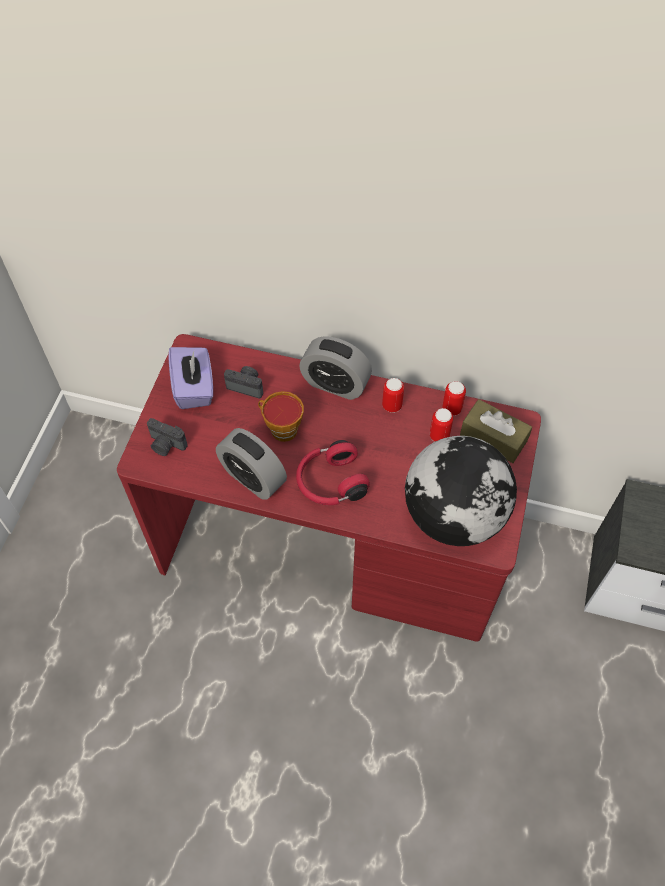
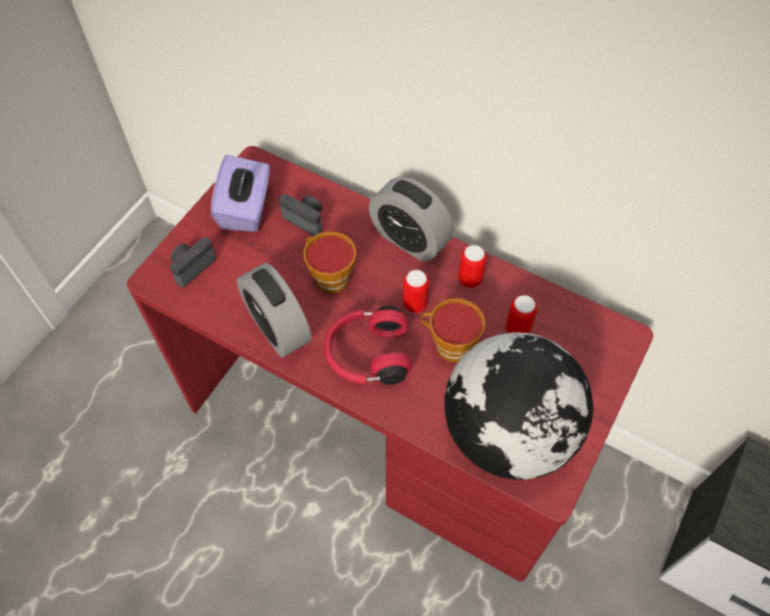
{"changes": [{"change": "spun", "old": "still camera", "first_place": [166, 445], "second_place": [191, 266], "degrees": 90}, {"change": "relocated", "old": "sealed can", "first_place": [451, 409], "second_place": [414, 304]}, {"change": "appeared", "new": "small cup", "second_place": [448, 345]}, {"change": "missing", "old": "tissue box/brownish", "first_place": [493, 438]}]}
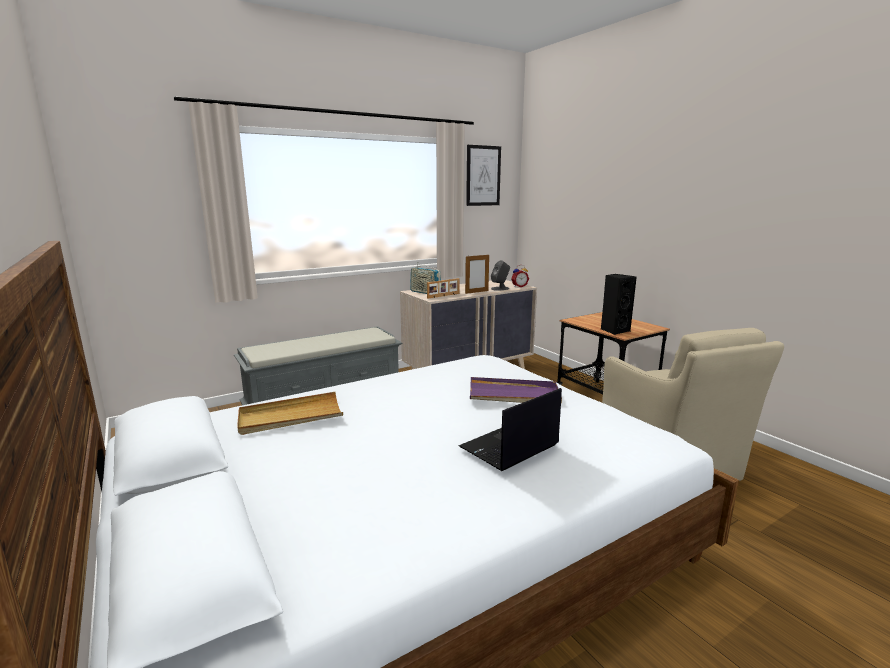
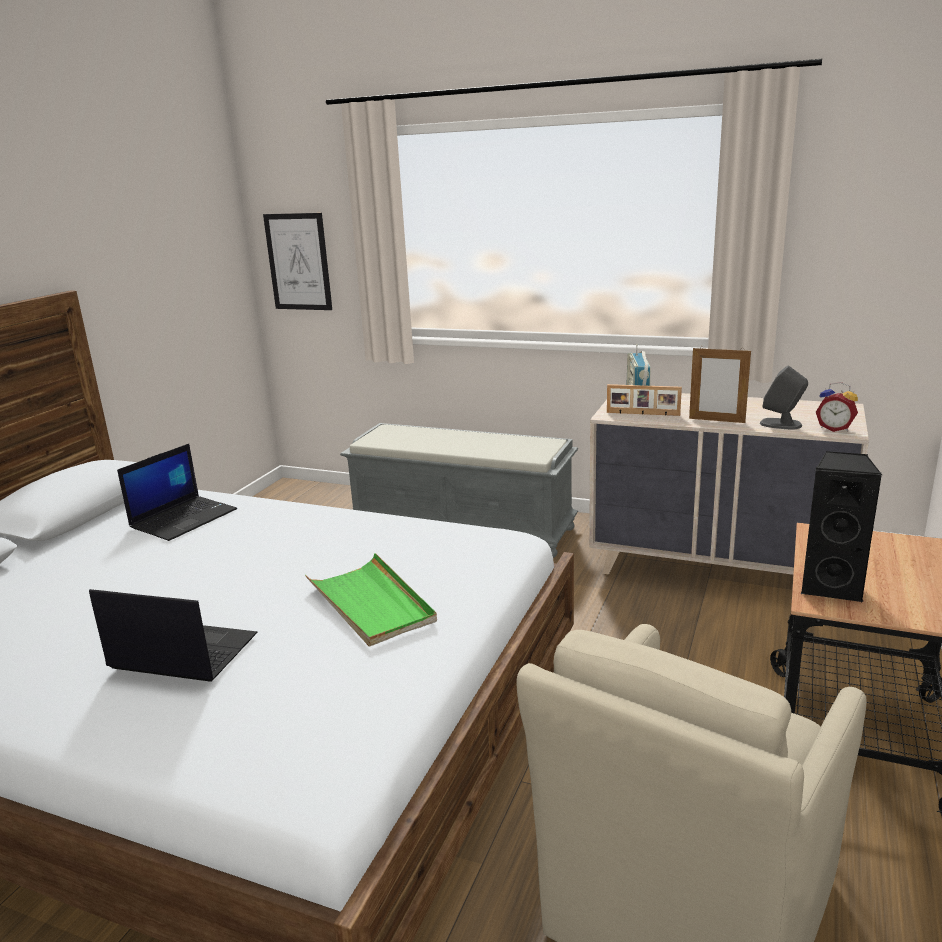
{"changes": [{"change": "exchanged", "old": "carrying tray/sand-coloured", "new": "laptop", "first_place": [290, 417], "second_place": [184, 518]}, {"change": "relocated", "old": "wall art", "first_place": [483, 176], "second_place": [298, 262]}, {"change": "colour", "old": "carrying tray/purple-coloured", "new": "carrying tray/greenish", "first_place": [514, 395], "second_place": [371, 603]}]}
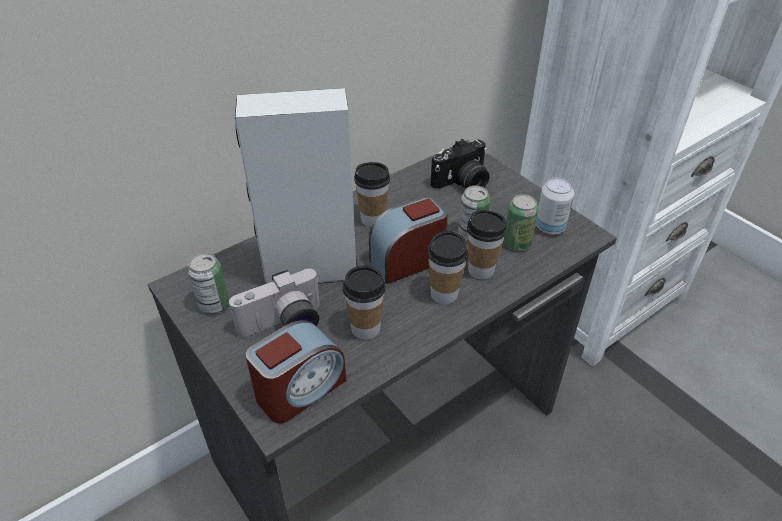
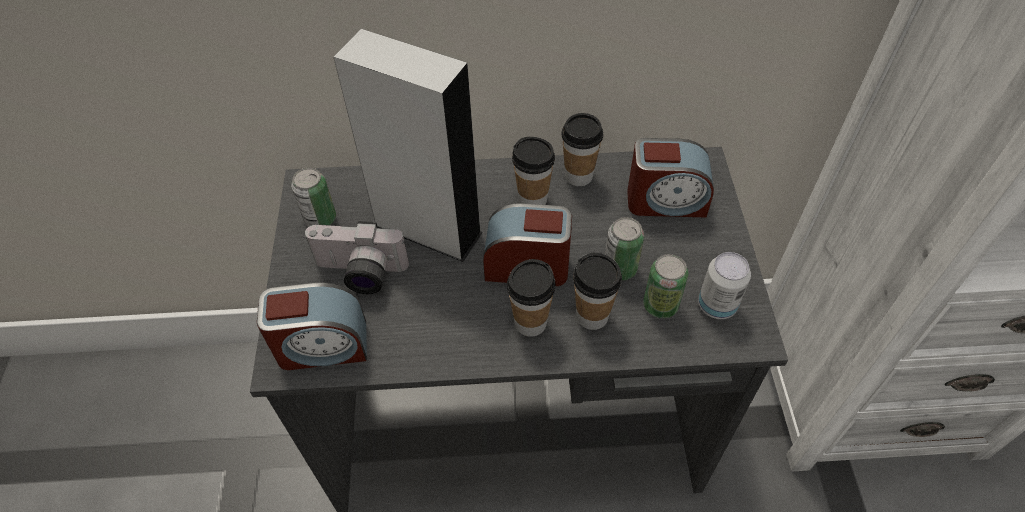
{"changes": [{"change": "relocated", "old": "small cup", "first_place": [365, 328], "second_place": [578, 176]}, {"change": "exchanged", "old": "still camera", "new": "table clock", "first_place": [462, 183], "second_place": [666, 201]}]}
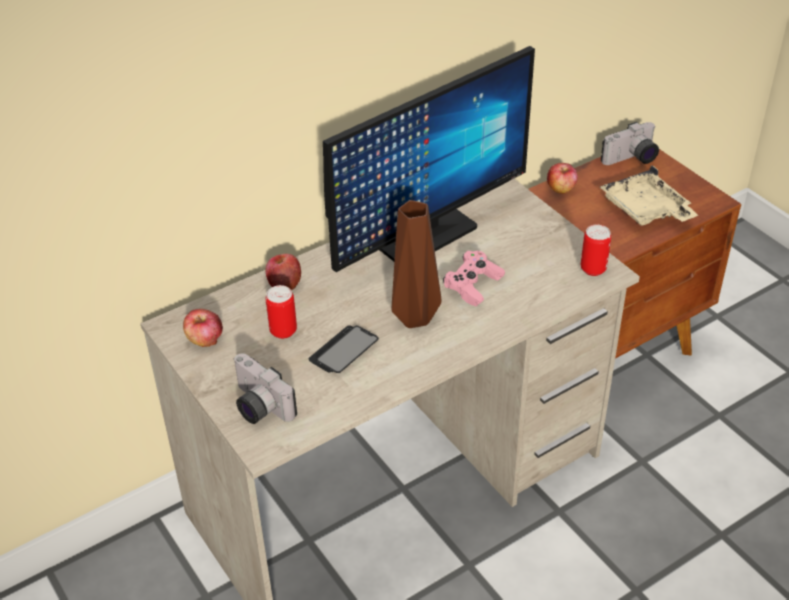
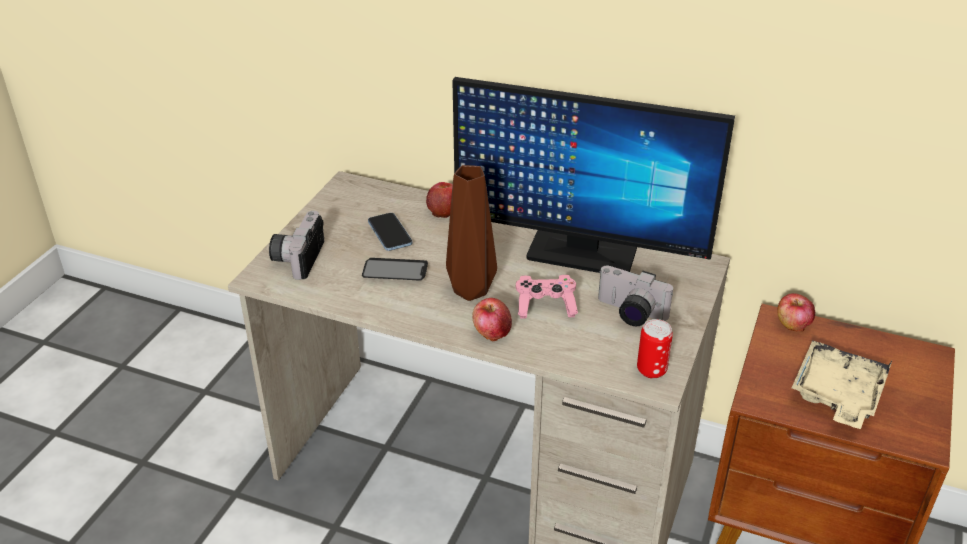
{"changes": [{"change": "exchanged", "old": "sealed can", "new": "handset", "first_place": [283, 331], "second_place": [390, 233]}, {"change": "relocated", "old": "apple", "first_place": [205, 339], "second_place": [492, 332]}, {"change": "relocated", "old": "still camera", "first_place": [631, 159], "second_place": [629, 313]}]}
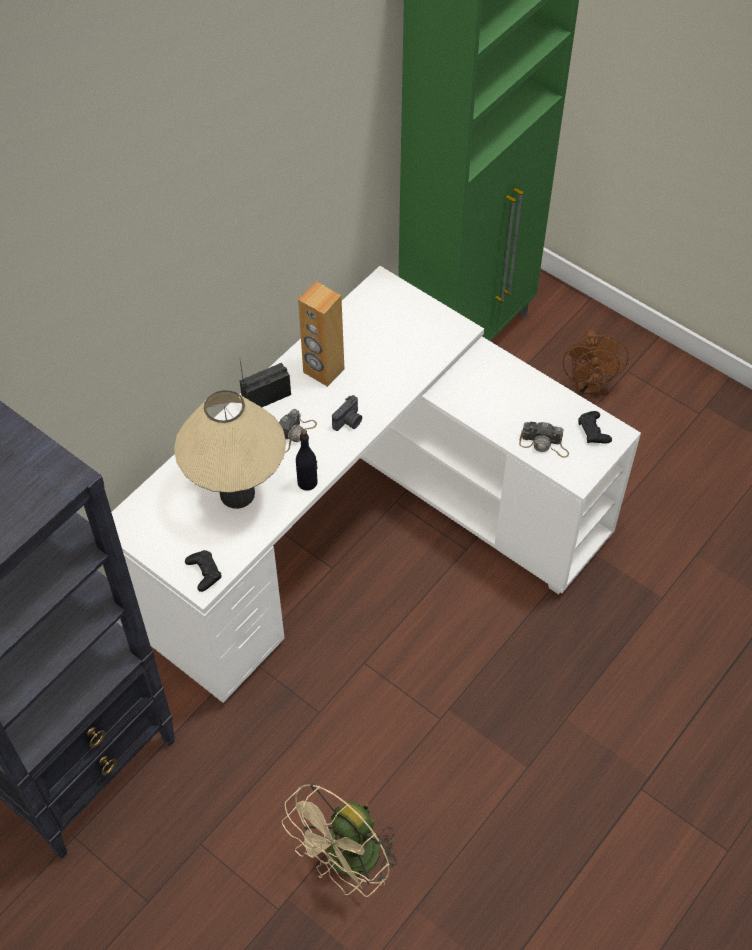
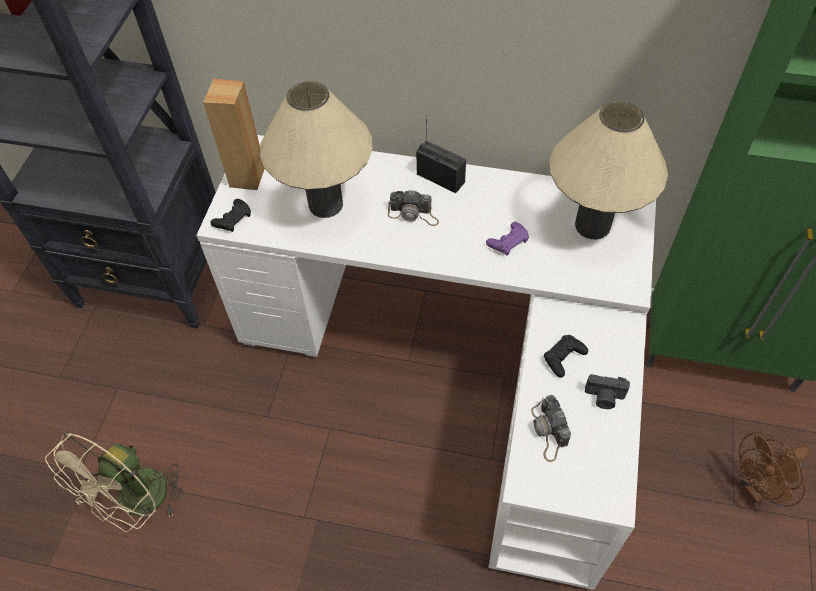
{"changes": [{"change": "spun", "old": "electric fan/sand-coloured", "first_place": [346, 863], "second_place": [137, 503], "degrees": -75}, {"change": "relocated", "old": "speaker/brownish", "first_place": [323, 371], "second_place": [246, 177]}, {"change": "appeared", "new": "gamepad/purple-coloured", "second_place": [508, 242]}, {"change": "relocated", "old": "gamepad/black", "first_place": [593, 431], "second_place": [563, 358]}, {"change": "appeared", "new": "tabletop lamp/sand-coloured", "second_place": [592, 225]}, {"change": "relocated", "old": "still camera", "first_place": [349, 421], "second_place": [604, 398]}, {"change": "missing", "old": "drink bottle/black", "first_place": [307, 482]}]}
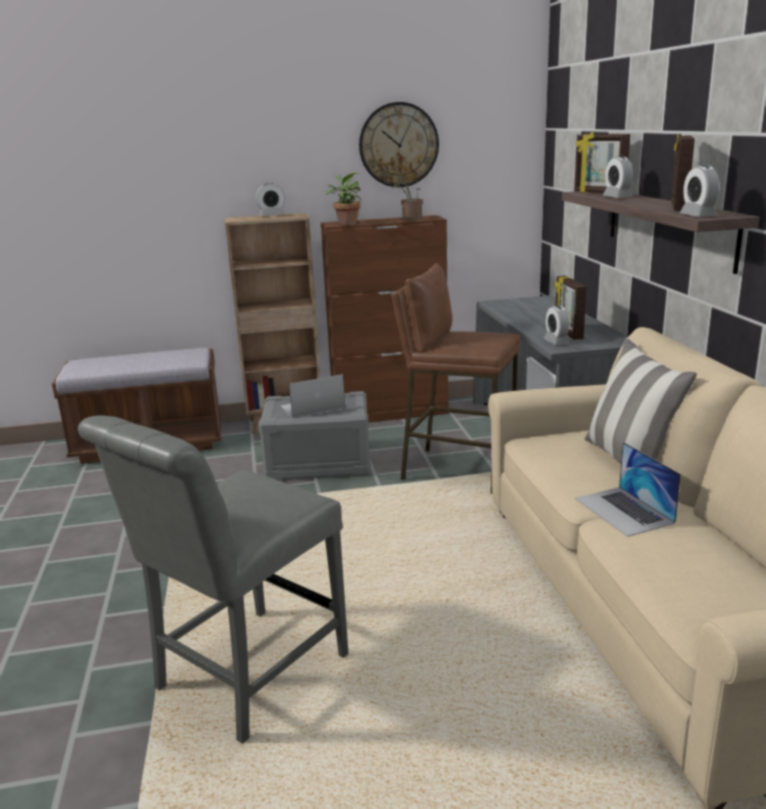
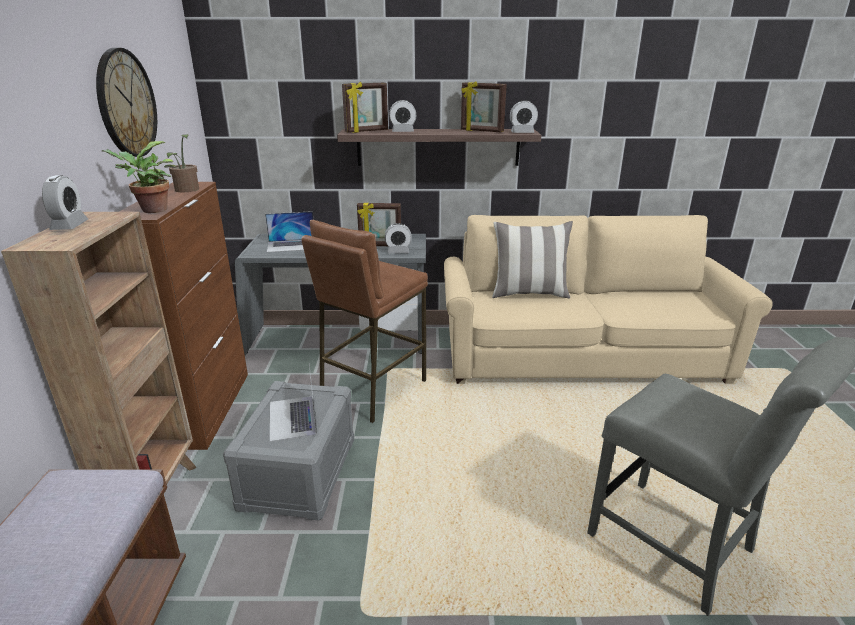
{"changes": [{"change": "relocated", "old": "laptop", "first_place": [624, 510], "second_place": [292, 245]}]}
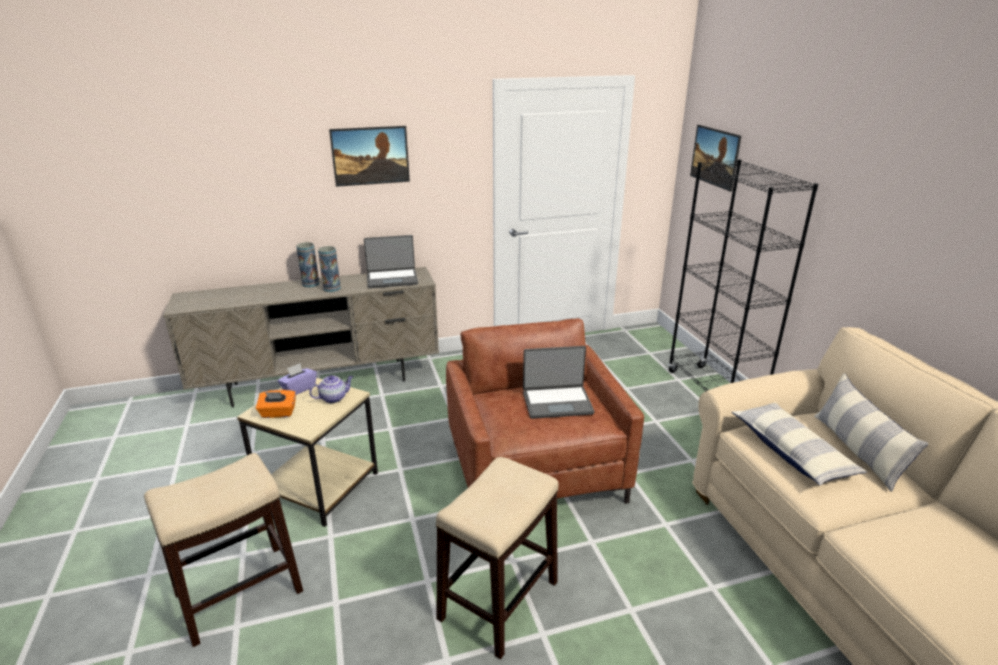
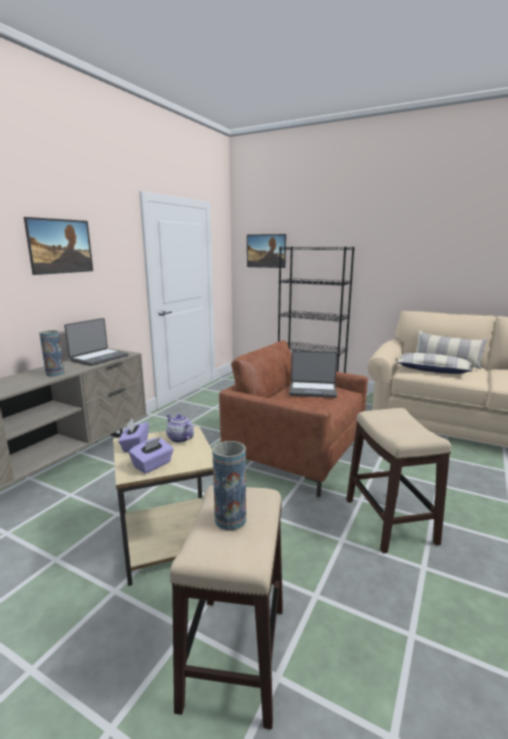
{"changes": [{"change": "colour", "old": "tissue box/orangey", "new": "tissue box/purple-coloured", "first_place": [278, 413], "second_place": [153, 465]}, {"change": "spun", "old": "tea pot", "first_place": [334, 398], "second_place": [179, 438], "degrees": -60}, {"change": "relocated", "old": "flower vase", "first_place": [310, 284], "second_place": [230, 519]}, {"change": "spun", "old": "laptop", "first_place": [557, 402], "second_place": [312, 390], "degrees": 60}]}
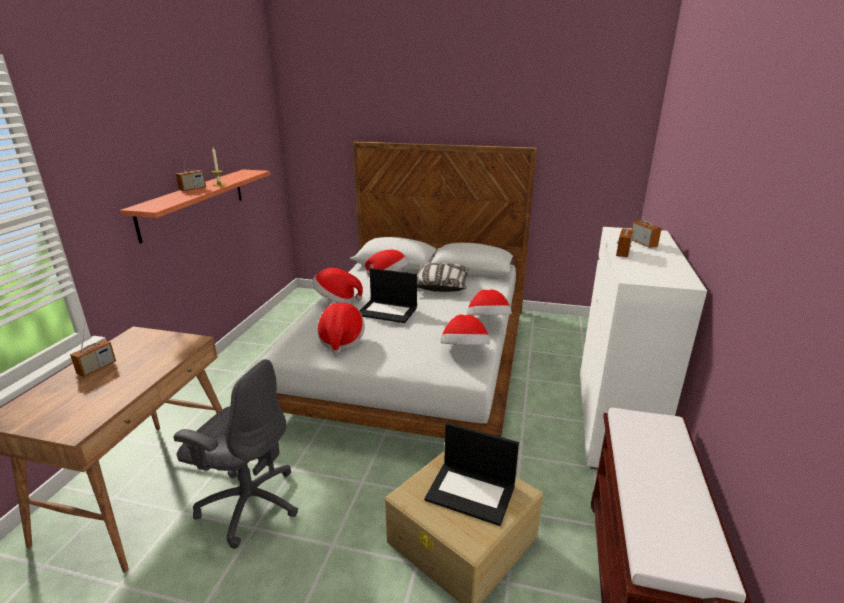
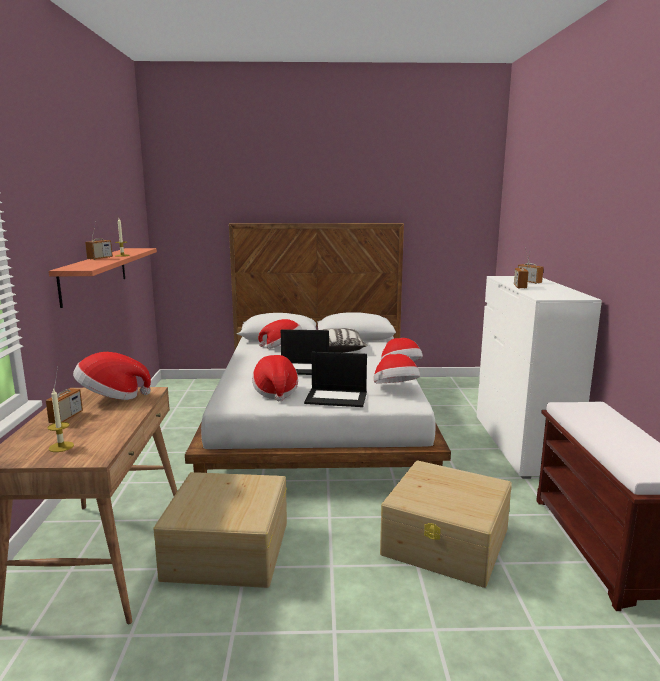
{"changes": [{"change": "appeared", "new": "wax candle", "second_place": [61, 447]}, {"change": "relocated", "old": "clothing hat", "first_place": [336, 299], "second_place": [111, 397]}, {"change": "exchanged", "old": "office chair/greyish", "new": "storage box/sand-coloured", "first_place": [249, 503], "second_place": [227, 550]}, {"change": "relocated", "old": "laptop", "first_place": [472, 492], "second_place": [337, 397]}]}
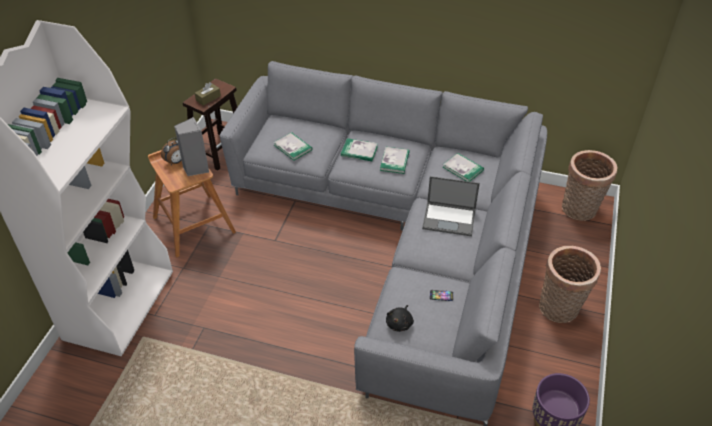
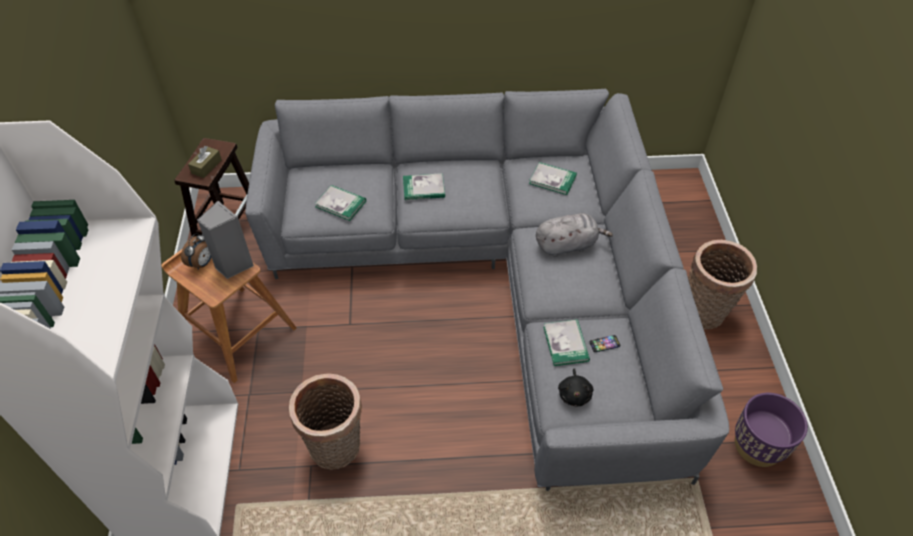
{"changes": [{"change": "relocated", "old": "storage basket", "first_place": [580, 210], "second_place": [336, 449]}, {"change": "exchanged", "old": "laptop", "new": "soft toy/greyish", "first_place": [450, 218], "second_place": [568, 245]}, {"change": "relocated", "old": "book", "first_place": [394, 161], "second_place": [566, 344]}]}
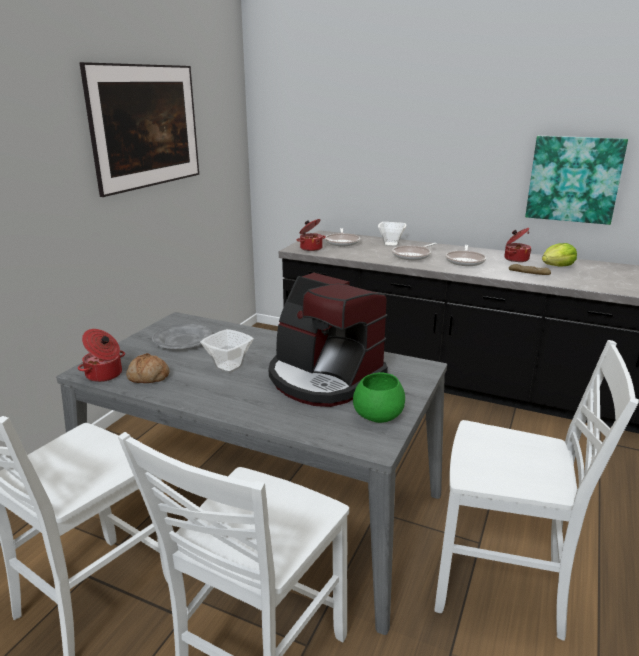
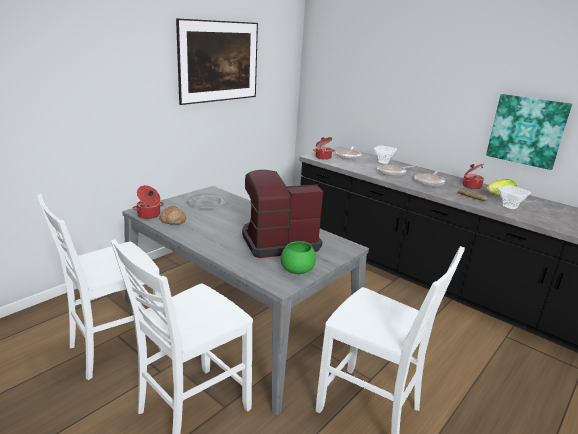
{"changes": [{"change": "spun", "old": "coffee brewer", "first_place": [323, 378], "second_place": [278, 241], "degrees": 105}, {"change": "relocated", "old": "serving bowl", "first_place": [227, 367], "second_place": [509, 207]}]}
